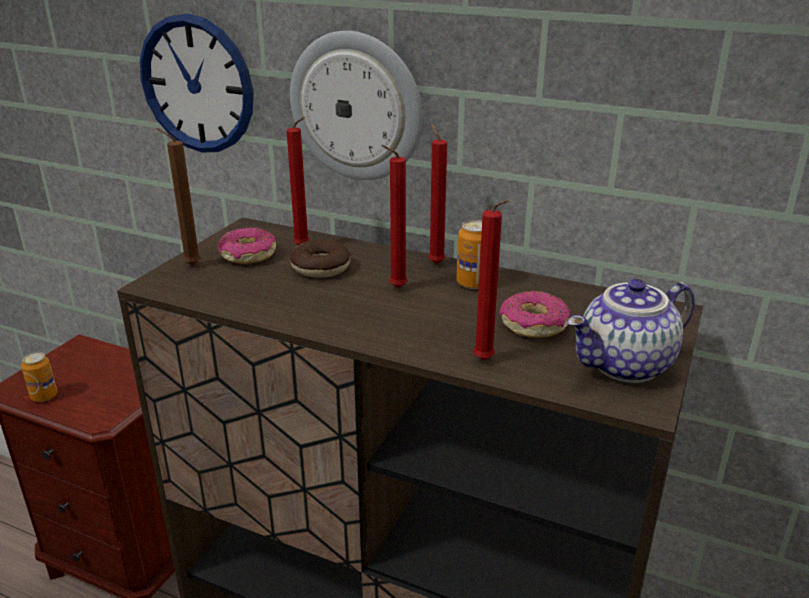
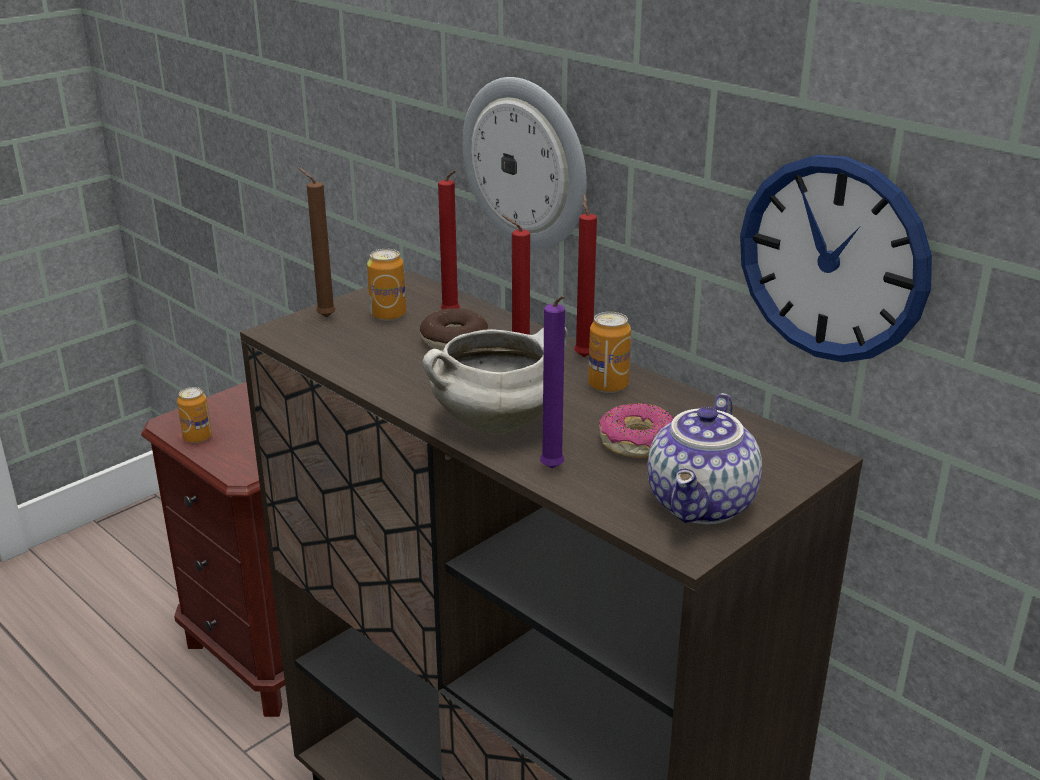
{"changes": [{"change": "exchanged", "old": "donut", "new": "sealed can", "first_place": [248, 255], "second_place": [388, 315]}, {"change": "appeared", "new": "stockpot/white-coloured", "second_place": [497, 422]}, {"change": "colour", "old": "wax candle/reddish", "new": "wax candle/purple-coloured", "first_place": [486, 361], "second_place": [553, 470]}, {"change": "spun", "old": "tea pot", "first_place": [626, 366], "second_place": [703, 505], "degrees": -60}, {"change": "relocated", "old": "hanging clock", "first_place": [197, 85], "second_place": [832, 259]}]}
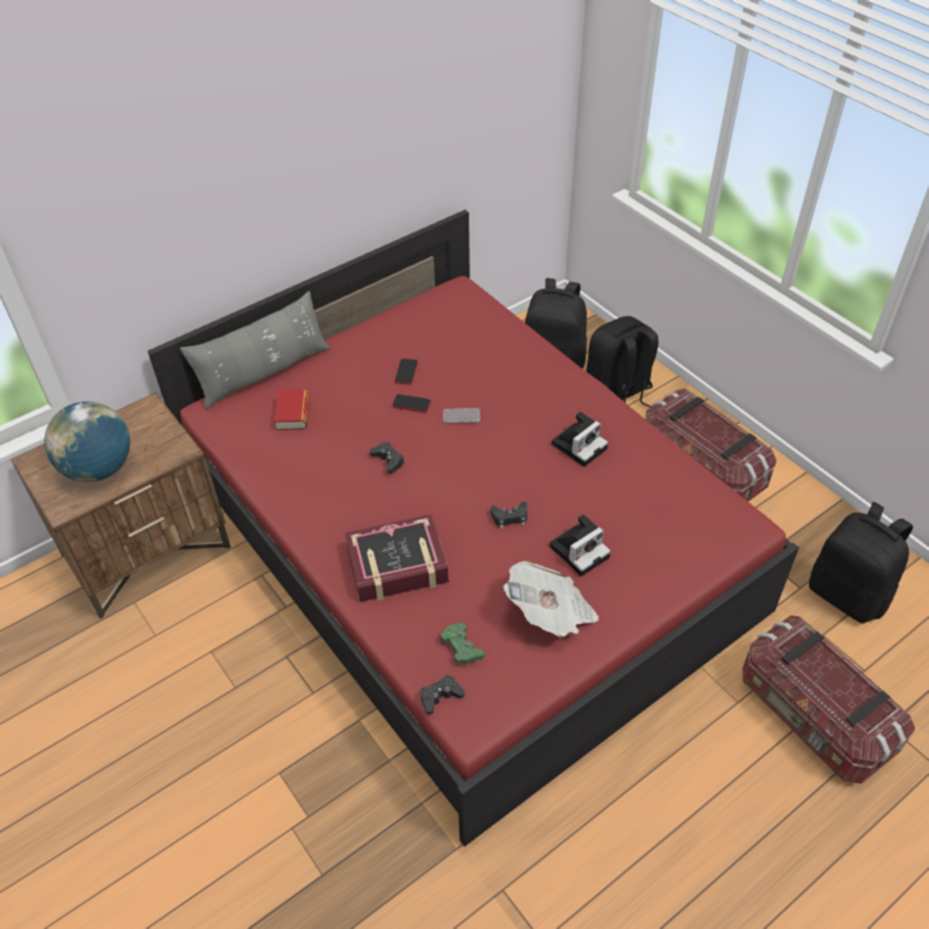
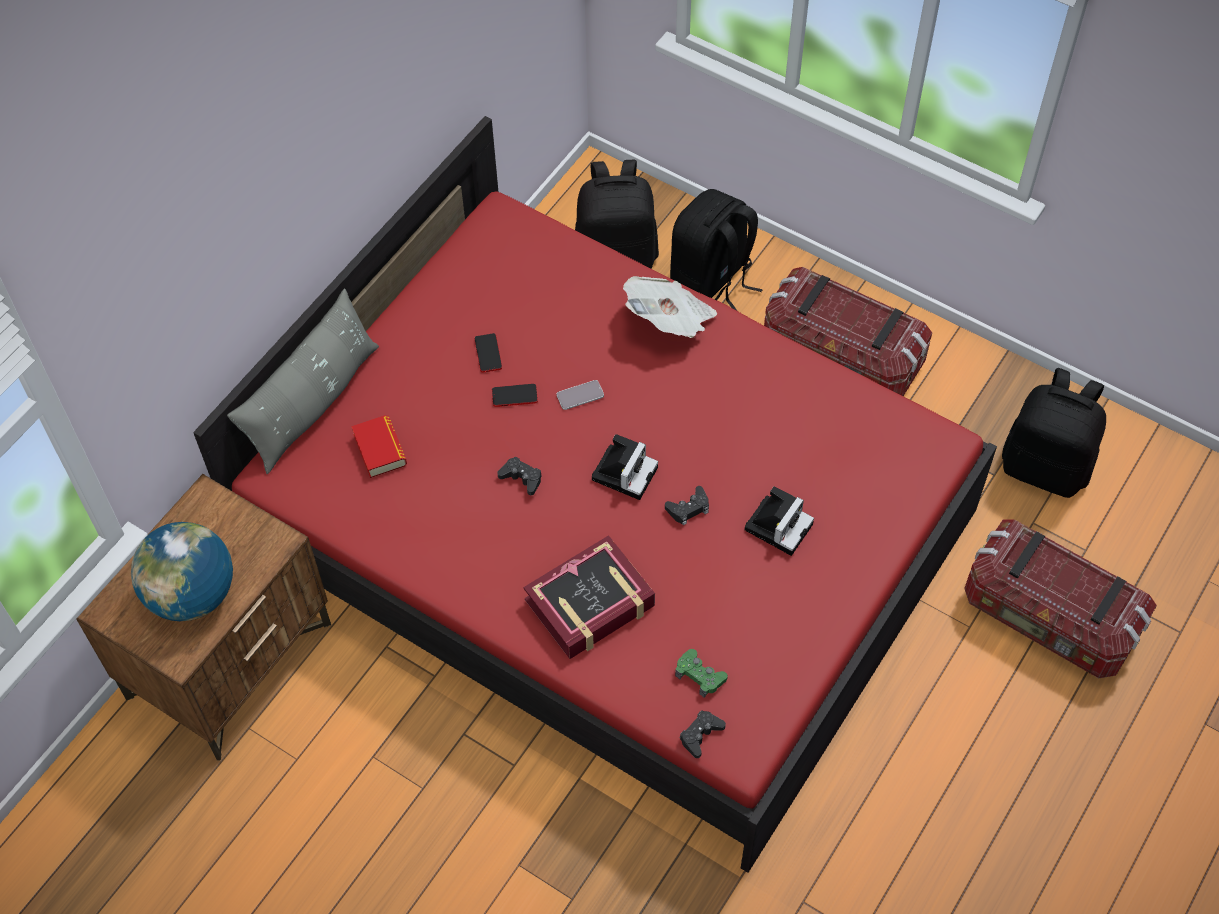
{"changes": [{"change": "relocated", "old": "still camera", "first_place": [580, 445], "second_place": [625, 471]}, {"change": "relocated", "old": "newspaper", "first_place": [550, 613], "second_place": [670, 321]}]}
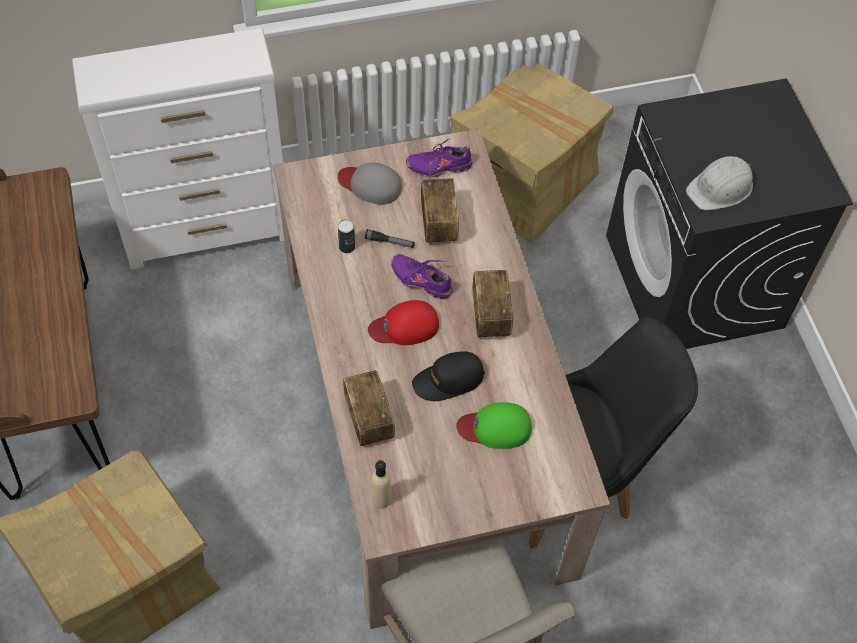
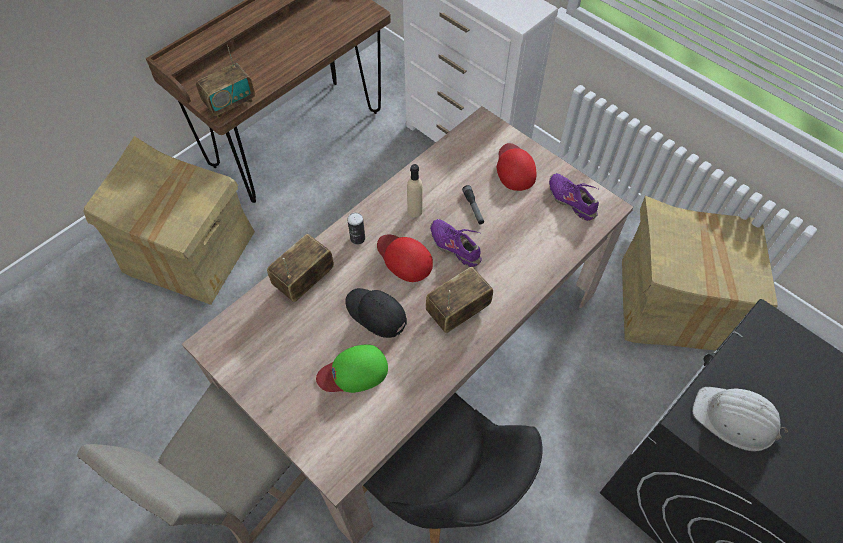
{"changes": [{"change": "relocated", "old": "radio receiver", "first_place": [438, 224], "second_place": [230, 103]}, {"change": "spun", "old": "baseball cap/greenish", "first_place": [495, 428], "second_place": [353, 372], "degrees": -75}, {"change": "relocated", "old": "sealed can", "first_place": [347, 247], "second_place": [357, 238]}, {"change": "relocated", "old": "drink bottle/sand-coloured", "first_place": [381, 500], "second_place": [415, 211]}, {"change": "spun", "old": "item of footwear/purple-coloured", "first_place": [421, 280], "second_place": [455, 246], "degrees": -45}, {"change": "colour", "old": "baseball cap/greyish", "new": "baseball cap/reddish", "first_place": [370, 185], "second_place": [515, 168]}]}
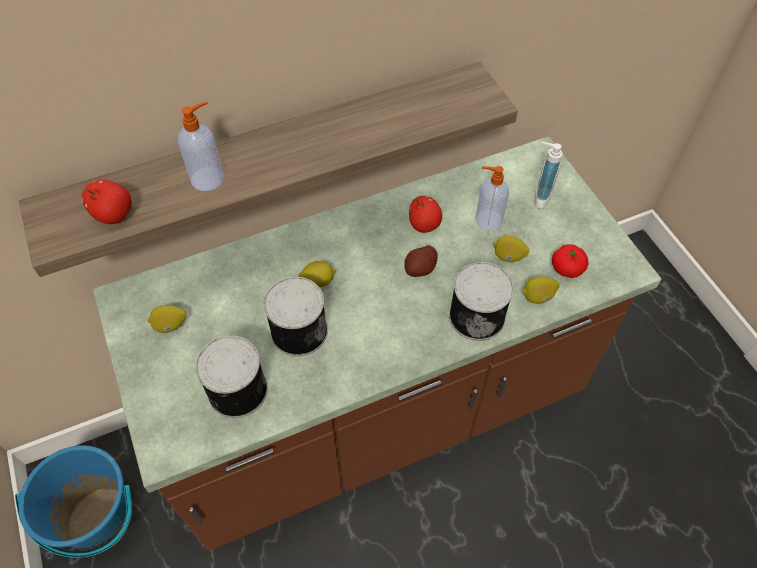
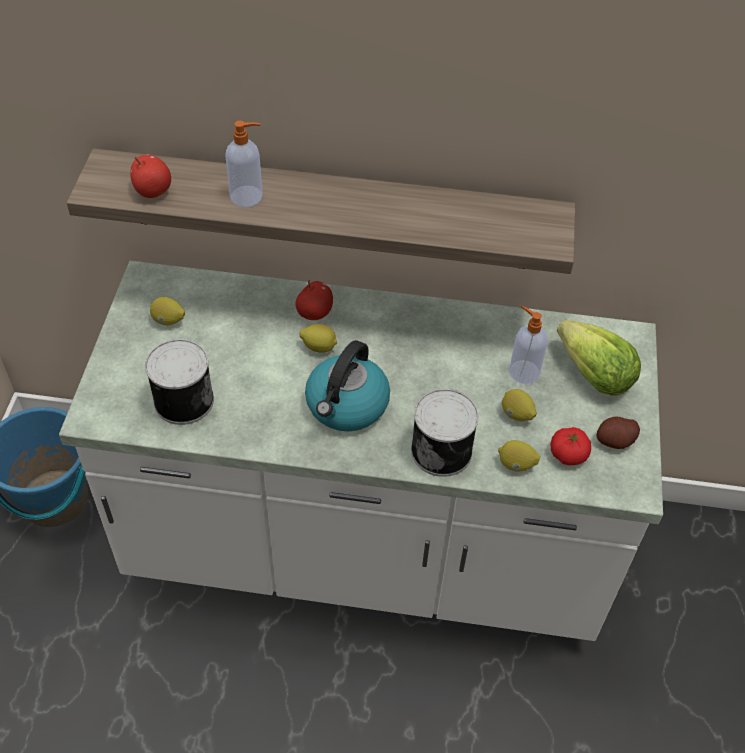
{"changes": [{"change": "colour", "old": "counter/brownish", "new": "counter/white-coloured", "first_place": [378, 414], "second_place": [365, 549]}, {"change": "relocated", "old": "apple", "first_place": [424, 225], "second_place": [314, 313]}, {"change": "appeared", "new": "kettle", "second_place": [347, 405]}, {"change": "exchanged", "old": "soap dispenser", "new": "lettuce head", "first_place": [538, 197], "second_place": [594, 375]}, {"change": "relocated", "old": "whole potato", "first_place": [420, 268], "second_place": [615, 440]}, {"change": "missing", "old": "sealed can", "first_place": [298, 330]}]}
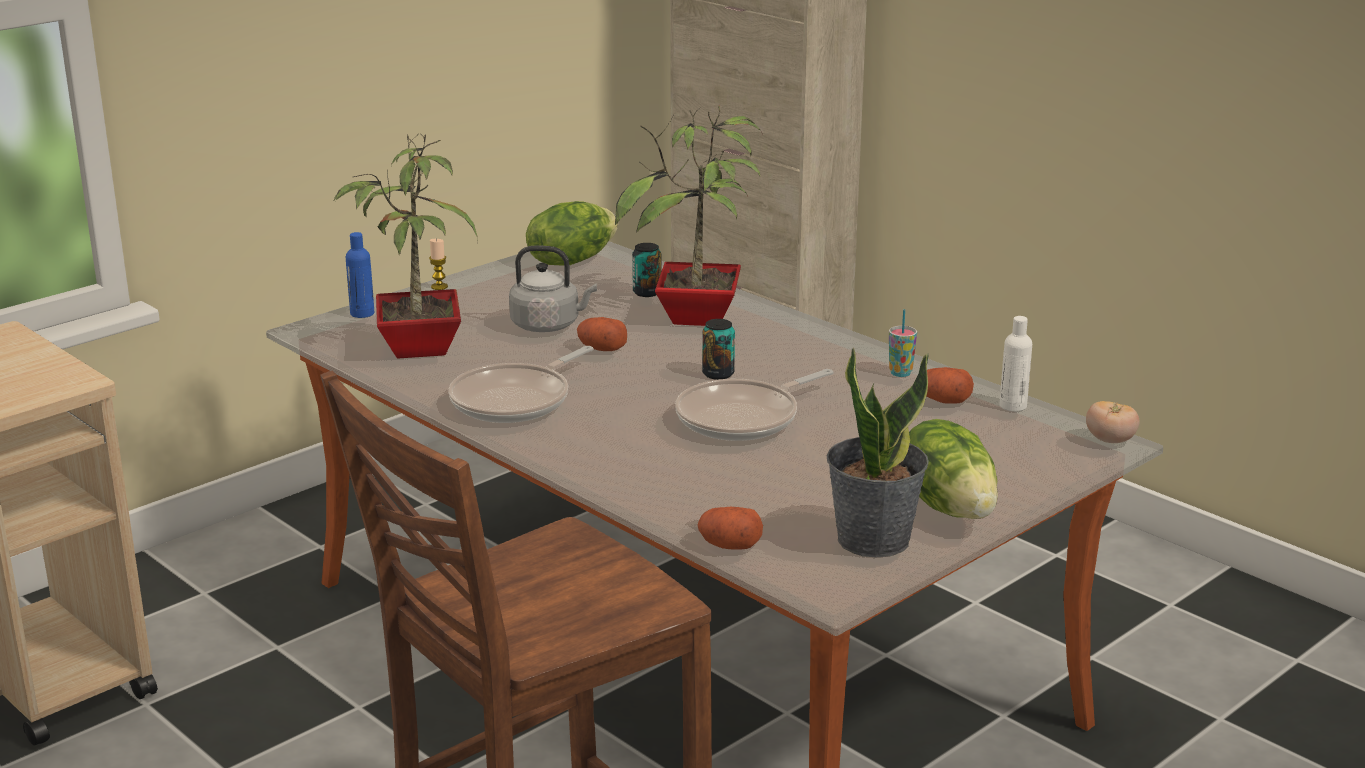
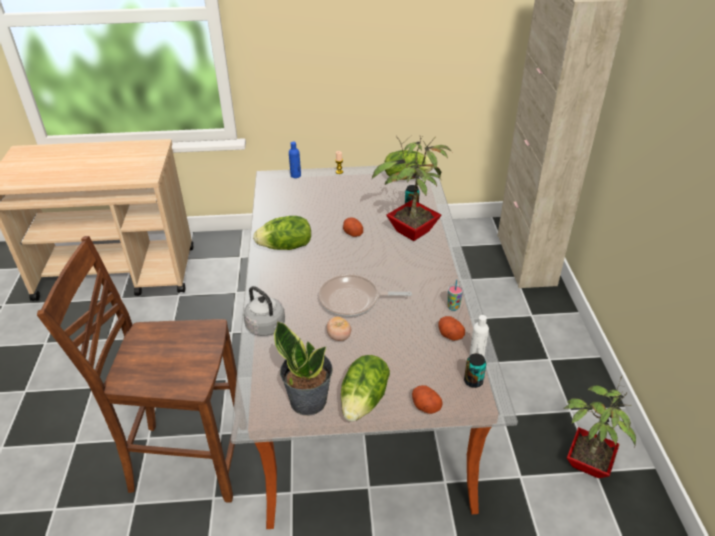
{"changes": [{"change": "relocated", "old": "kettle/greyish", "first_place": [549, 325], "second_place": [267, 327]}, {"change": "exchanged", "old": "frying pan", "new": "lettuce head", "first_place": [516, 400], "second_place": [286, 247]}, {"change": "relocated", "old": "whole tomato", "first_place": [1110, 441], "second_place": [339, 336]}, {"change": "relocated", "old": "whole potato", "first_place": [728, 545], "second_place": [425, 405]}, {"change": "relocated", "old": "sealed can", "first_place": [718, 374], "second_place": [473, 381]}, {"change": "relocated", "old": "potted plant", "first_place": [415, 348], "second_place": [585, 463]}]}
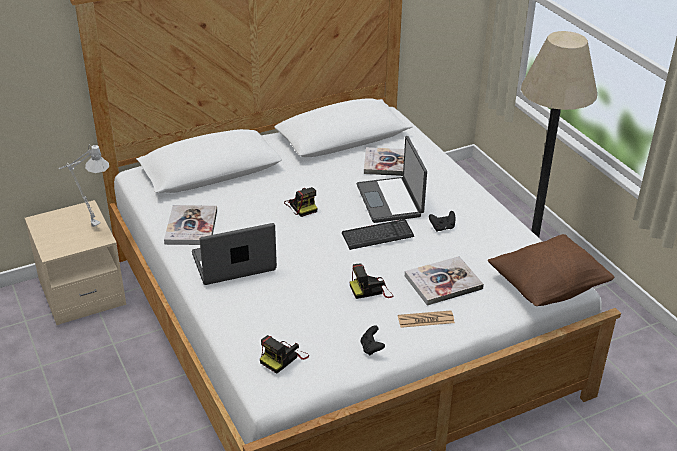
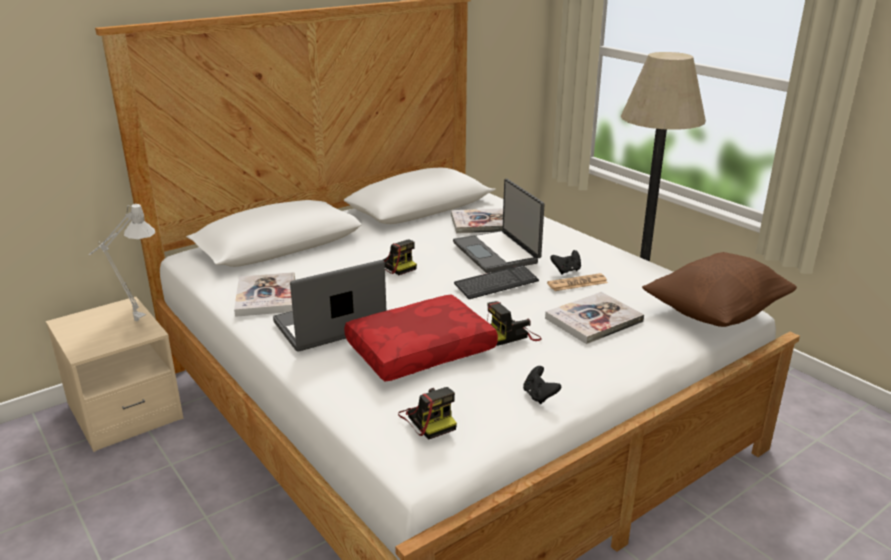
{"changes": [{"change": "appeared", "new": "cushion/reddish", "second_place": [420, 349]}, {"change": "spun", "old": "still camera", "first_place": [283, 358], "second_place": [428, 419], "degrees": -60}, {"change": "relocated", "old": "newspaper", "first_place": [426, 320], "second_place": [577, 283]}]}
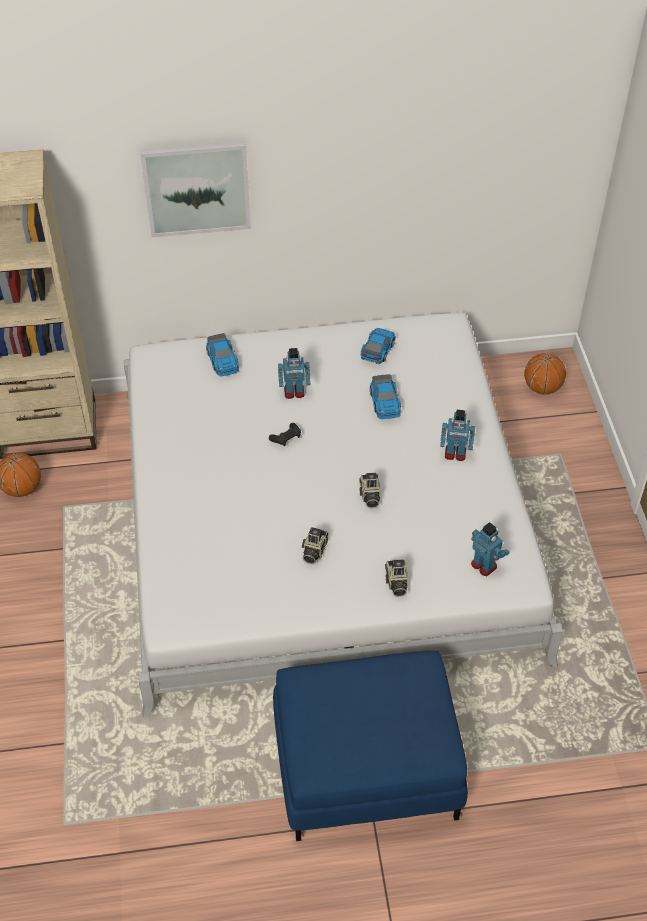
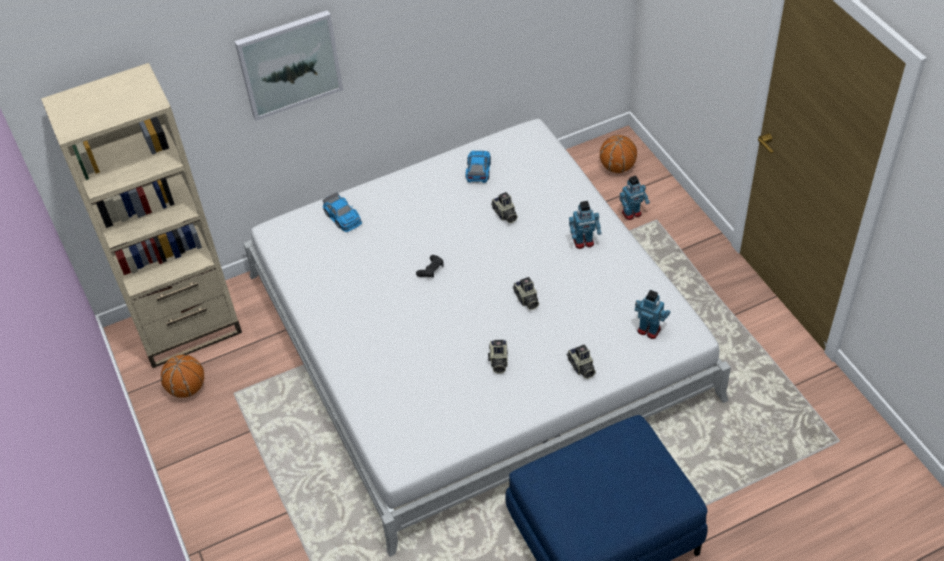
{"changes": [{"change": "exchanged", "old": "miniature car", "new": "still camera", "first_place": [385, 402], "second_place": [504, 214]}, {"change": "relocated", "old": "toy robot", "first_place": [294, 392], "second_place": [632, 213]}]}
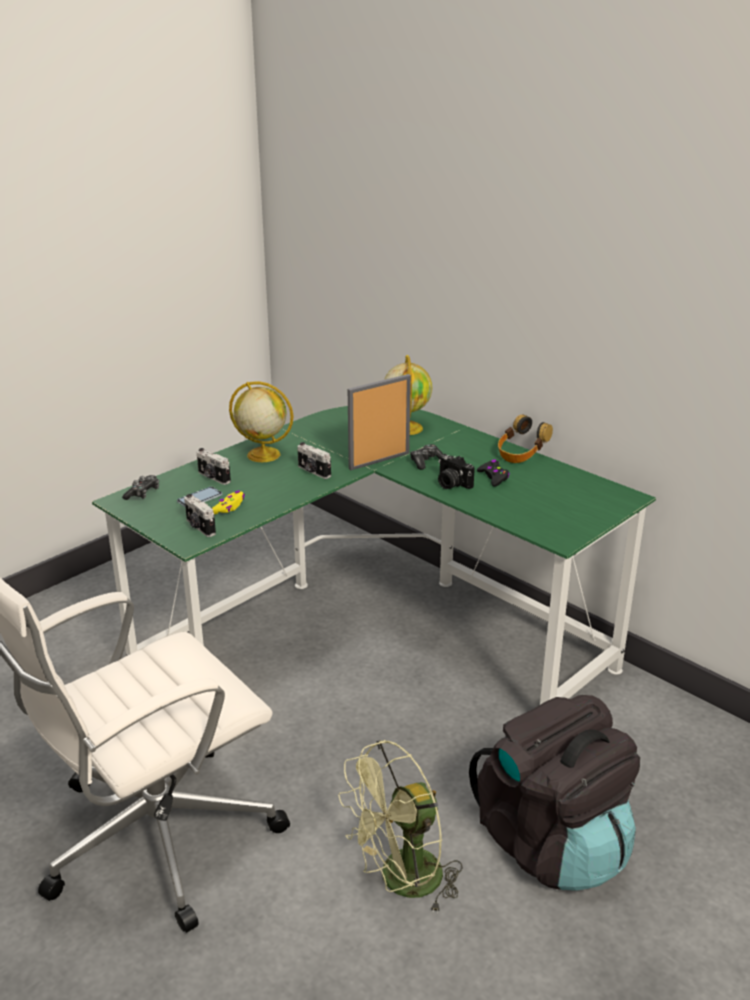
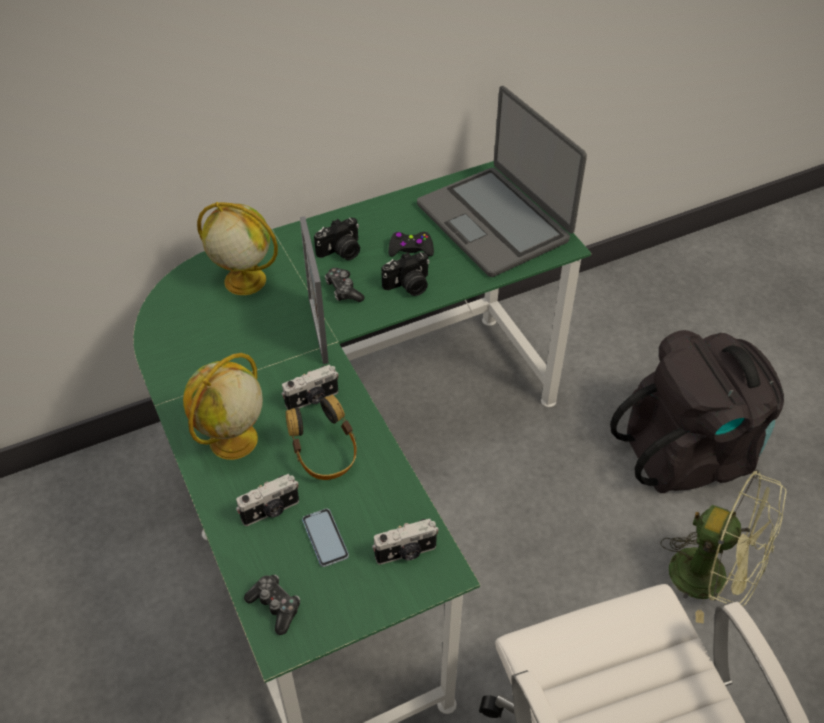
{"changes": [{"change": "relocated", "old": "headset", "first_place": [521, 455], "second_place": [325, 454]}, {"change": "appeared", "new": "still camera", "second_place": [341, 252]}, {"change": "appeared", "new": "laptop", "second_place": [495, 222]}, {"change": "spun", "old": "electric fan/greenish", "first_place": [401, 882], "second_place": [711, 578], "degrees": -45}, {"change": "missing", "old": "gamepad/yellow-coloured", "first_place": [228, 507]}]}
